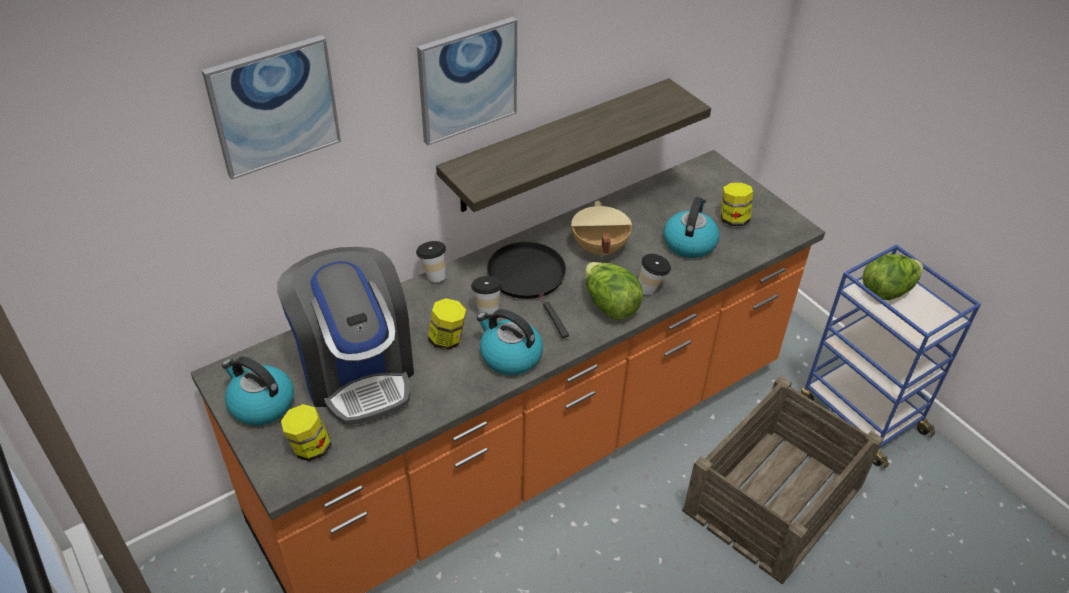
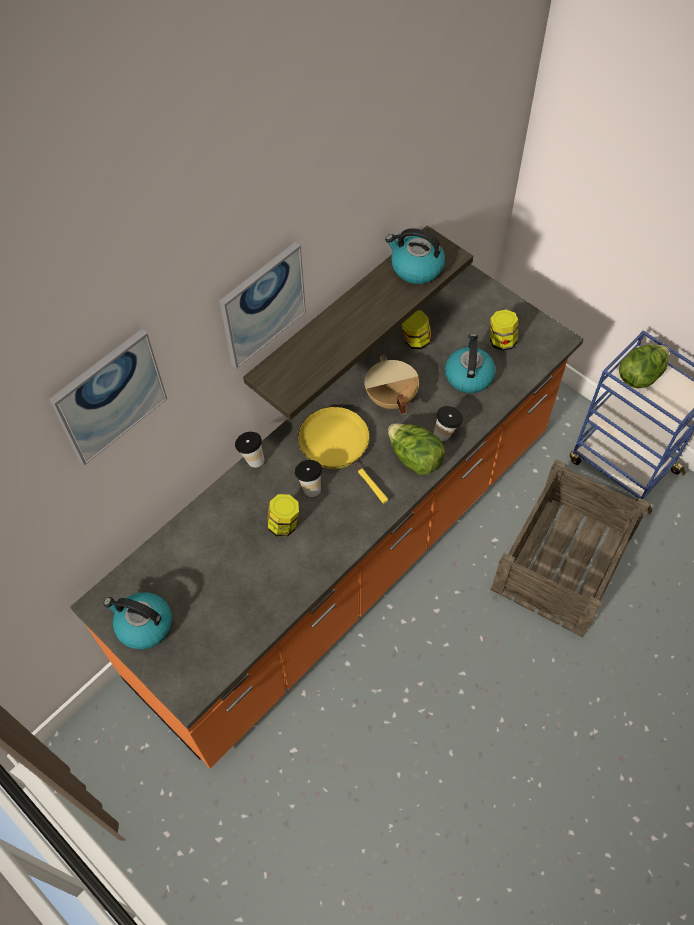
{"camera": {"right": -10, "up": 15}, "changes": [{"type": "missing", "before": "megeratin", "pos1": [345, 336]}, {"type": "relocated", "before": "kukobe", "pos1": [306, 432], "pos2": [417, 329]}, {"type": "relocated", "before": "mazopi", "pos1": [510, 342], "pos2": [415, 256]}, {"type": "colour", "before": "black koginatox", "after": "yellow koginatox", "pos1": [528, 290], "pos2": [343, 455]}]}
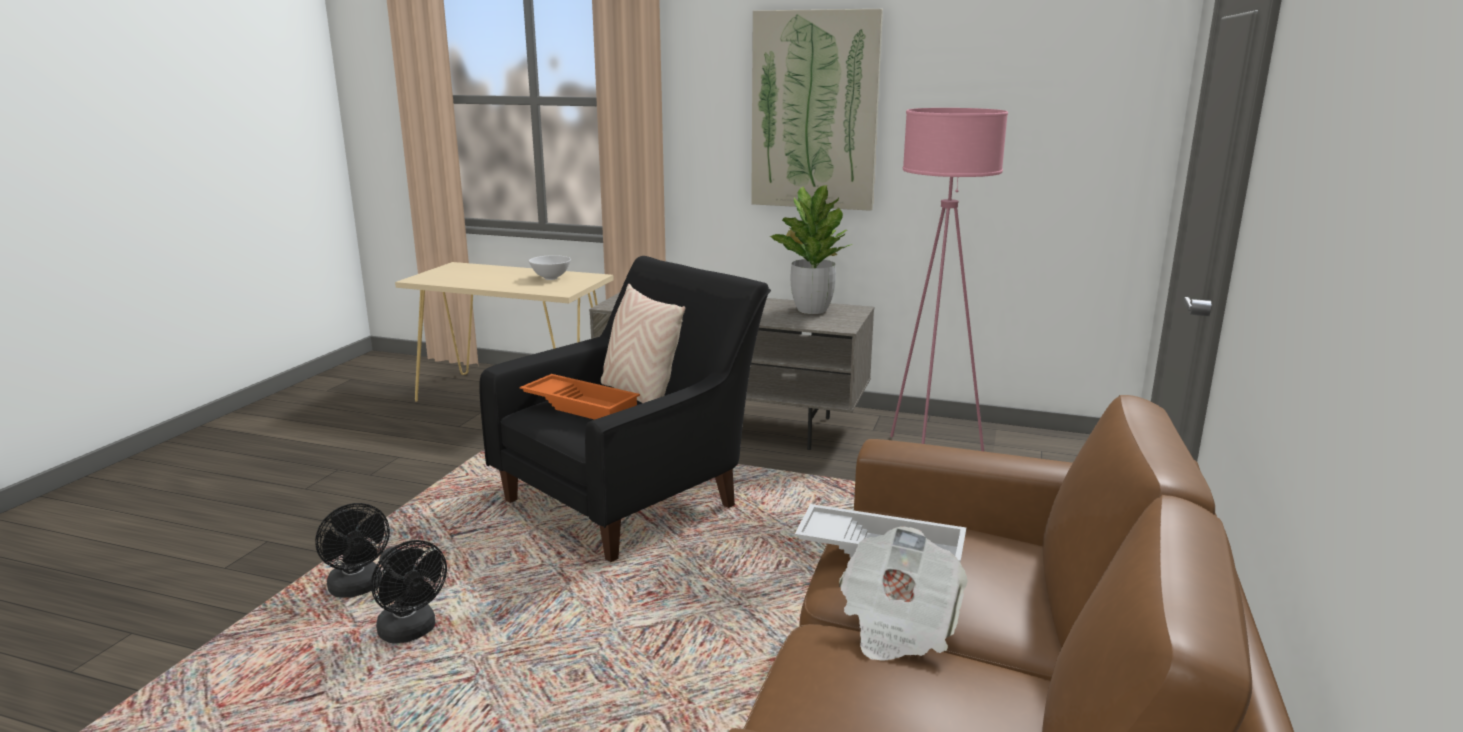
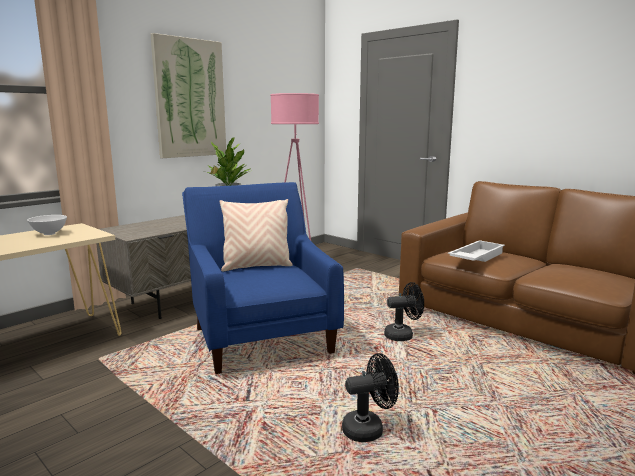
{"camera": {"right": -65, "up": -5}, "changes": [{"type": "missing", "before": "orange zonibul", "pos1": [580, 397]}, {"type": "missing", "before": "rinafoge", "pos1": [903, 594]}, {"type": "relocated", "before": "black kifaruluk", "pos1": [352, 550], "pos2": [404, 311]}, {"type": "colour", "before": "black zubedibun", "after": "blue zubedibun", "pos1": [625, 409], "pos2": [263, 278]}]}
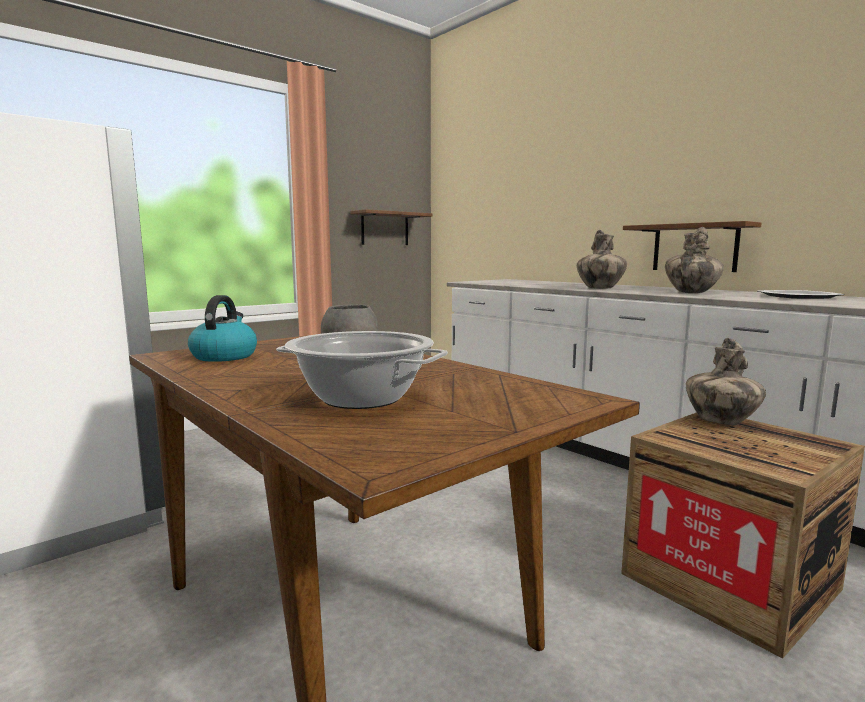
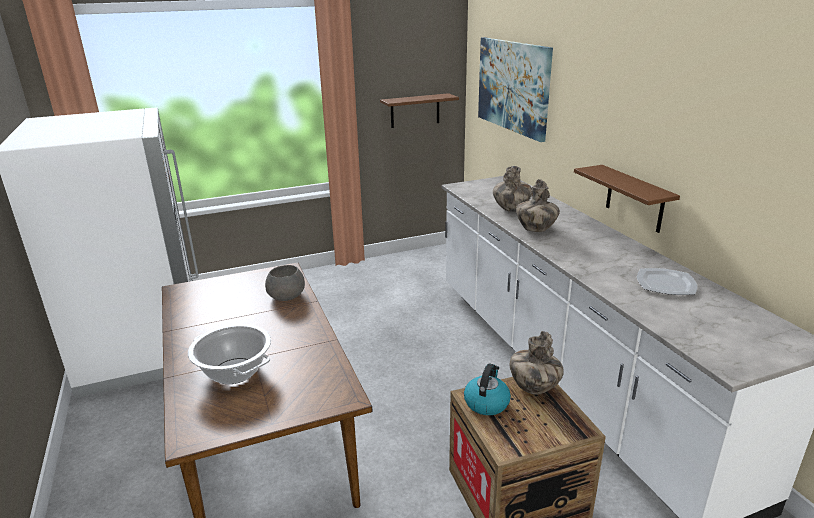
{"camera": {"right": 20, "up": 15}, "changes": [{"type": "appeared", "after": "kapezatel", "pos2": [515, 89]}, {"type": "relocated", "before": "mazopi", "pos1": [222, 328], "pos2": [487, 389]}, {"type": "relocated", "before": "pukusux", "pos1": [694, 260], "pos2": [512, 189]}]}
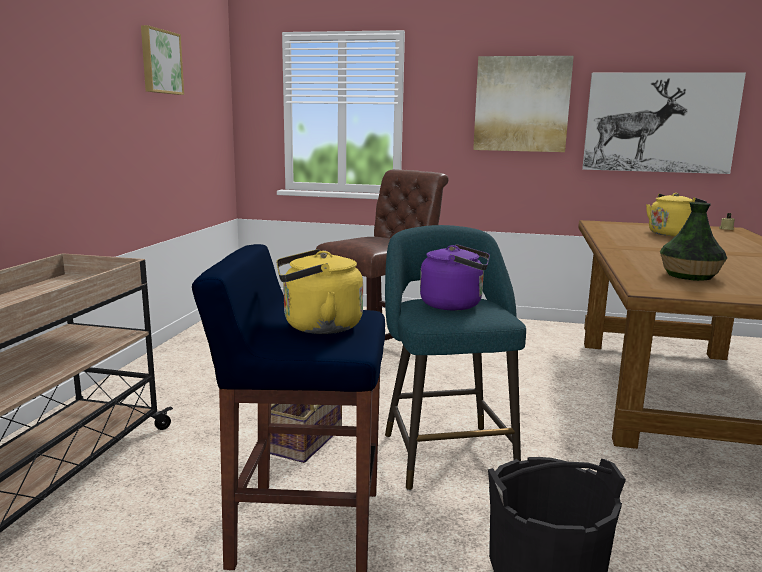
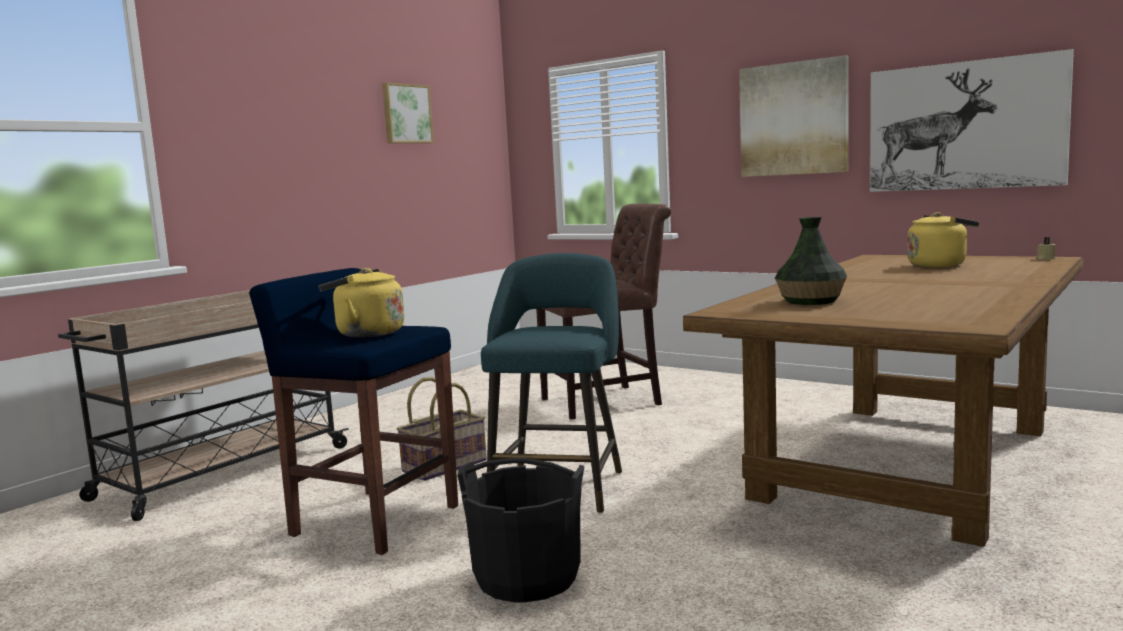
{"camera": {"right": 25, "up": -5}, "changes": [{"type": "missing", "before": "purple mazopi", "pos1": [455, 277]}]}
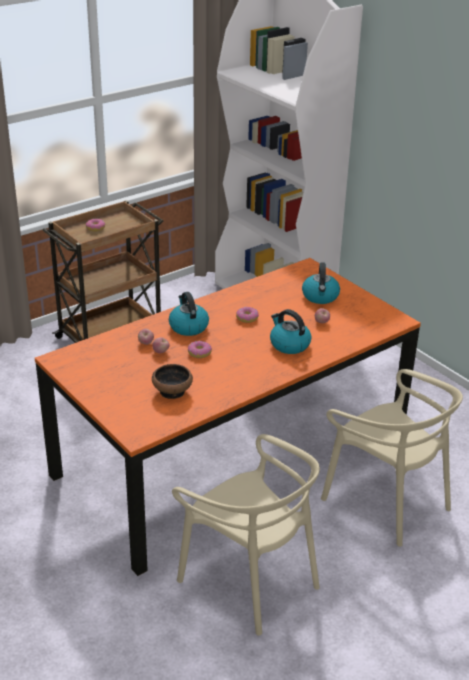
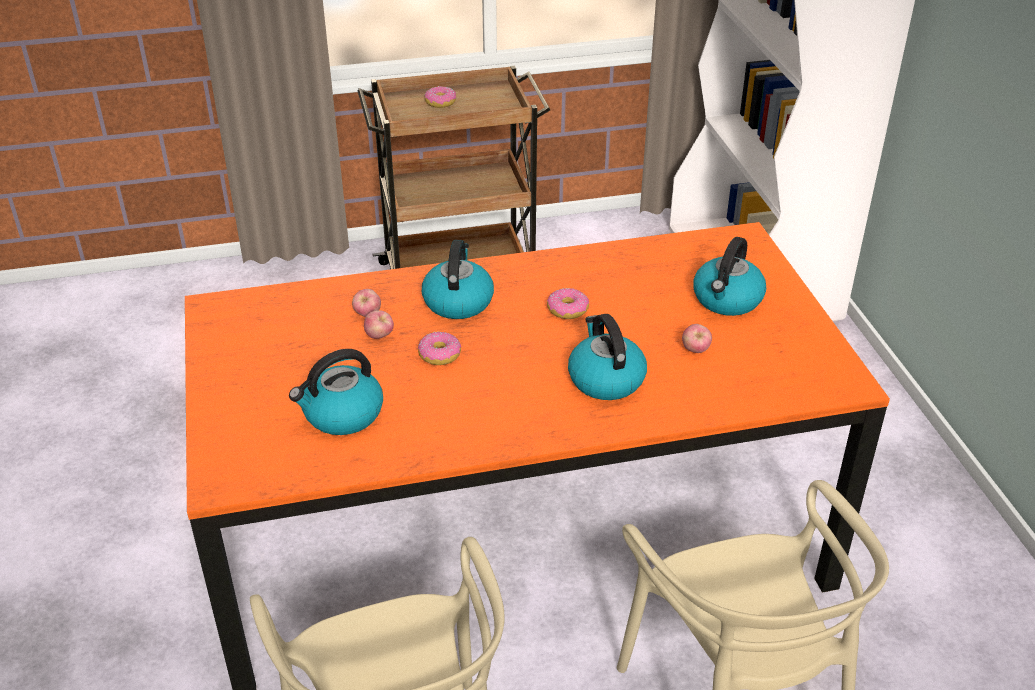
{"camera": {"right": 25, "up": 5}, "changes": [{"type": "exchanged", "before": "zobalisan", "after": "mazopi", "pos1": [172, 381], "pos2": [336, 392]}]}
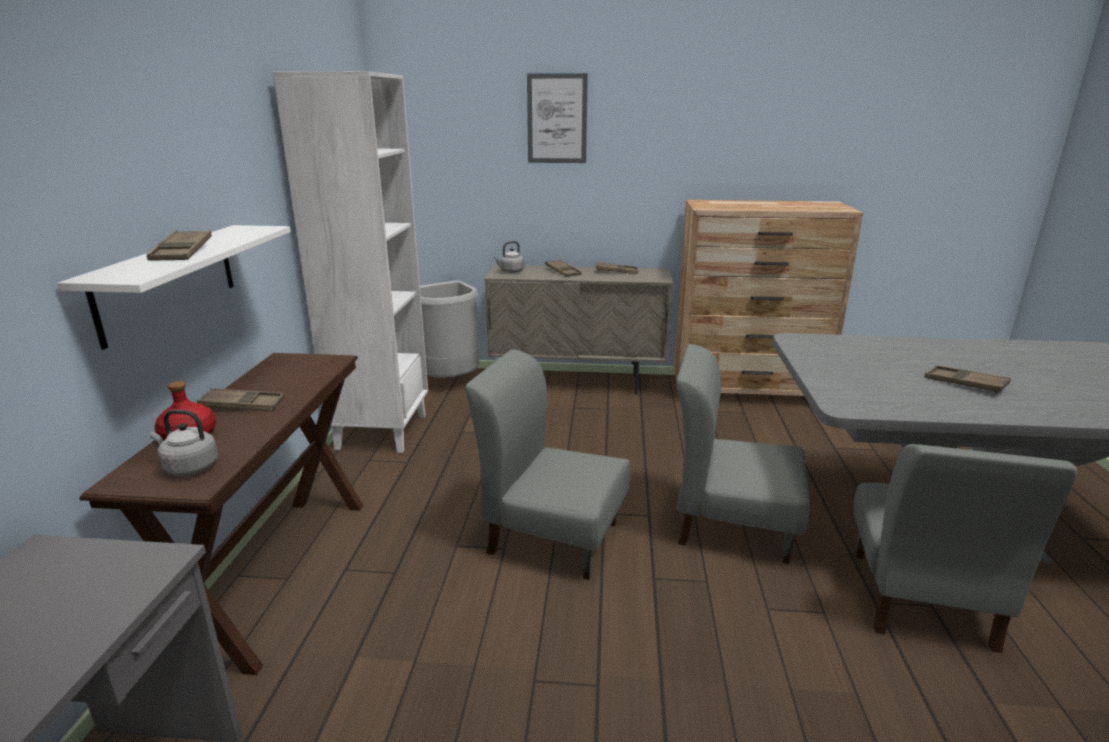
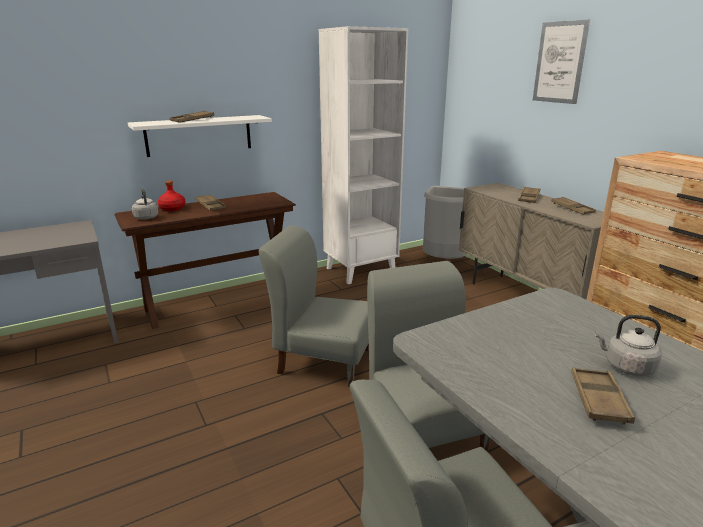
{"camera": {"right": 55, "up": 0}, "changes": [{"type": "relocated", "before": "grey mazopi", "pos1": [509, 257], "pos2": [628, 345]}, {"type": "spun", "before": "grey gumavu", "pos1": [547, 464], "pos2": [314, 306], "turn": -60}]}
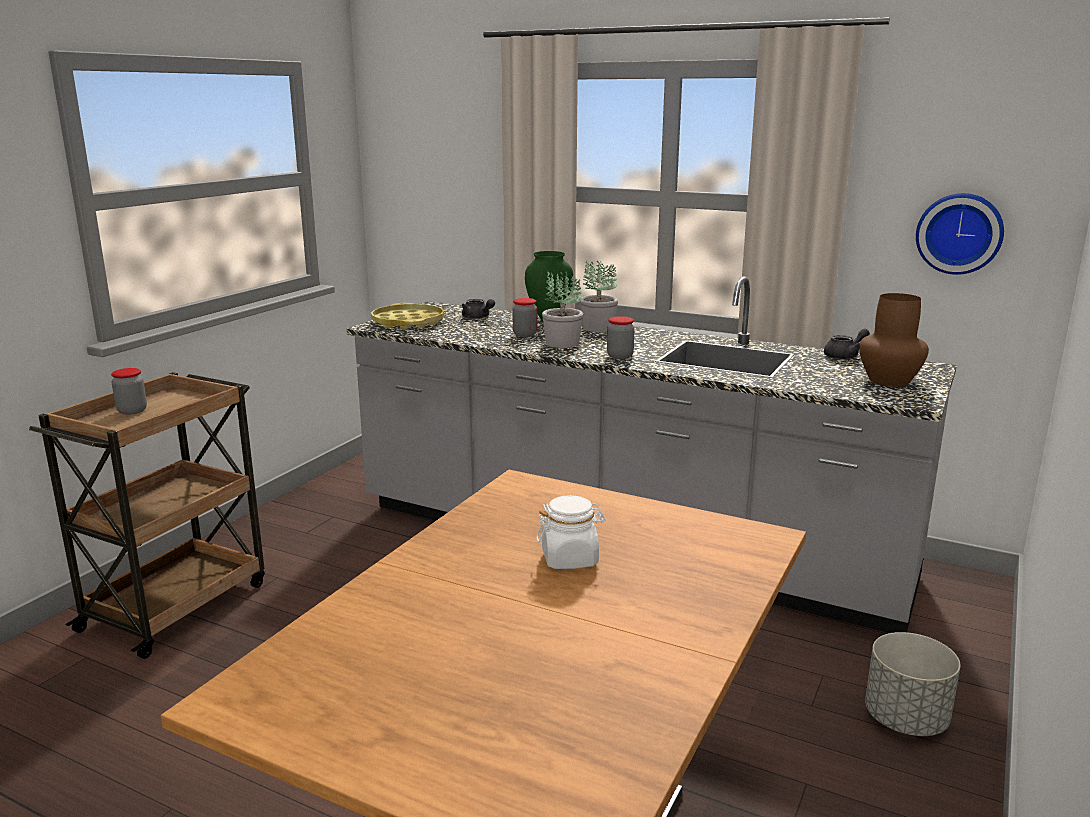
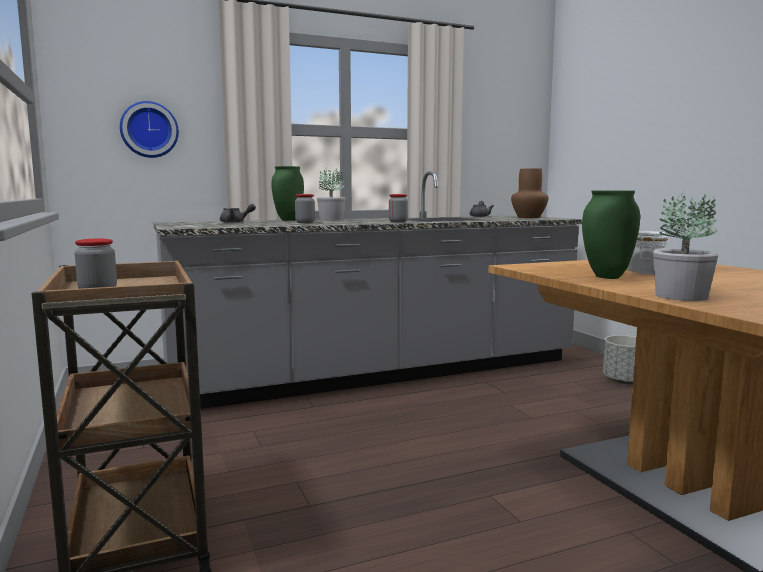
{"camera": {"right": -50, "up": -10}, "changes": [{"type": "missing", "before": "yellow zonibul", "pos1": [407, 316]}, {"type": "appeared", "after": "green pukusux", "pos2": [611, 235]}, {"type": "relocated", "before": "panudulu", "pos1": [562, 309], "pos2": [685, 246]}, {"type": "relocated", "before": "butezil", "pos1": [960, 234], "pos2": [149, 129]}]}
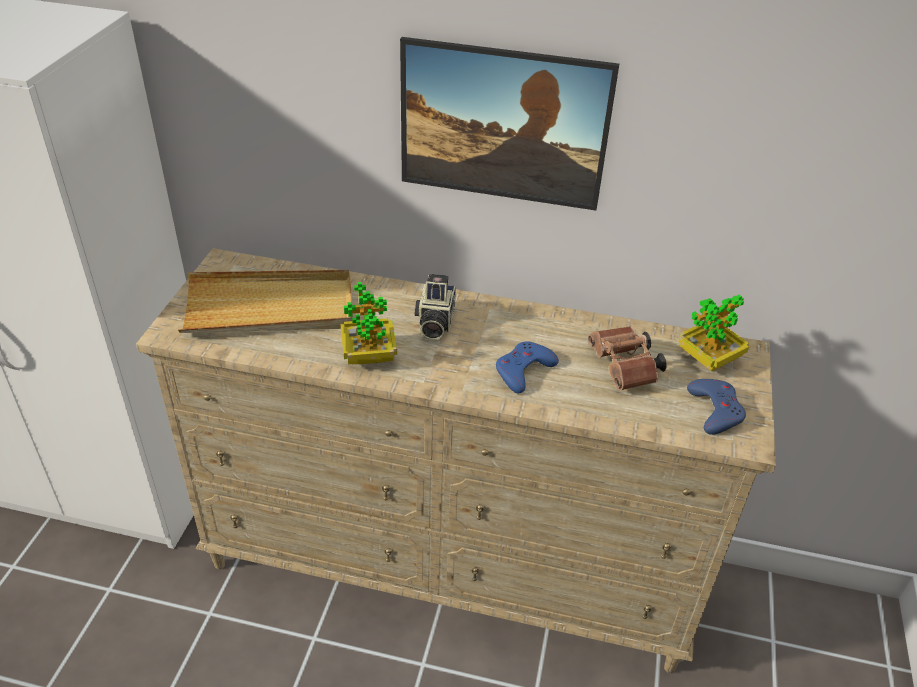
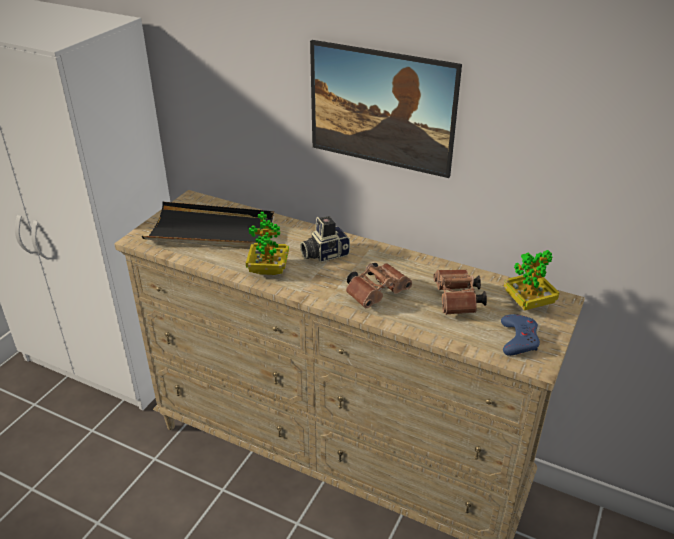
{"camera": {"right": 15, "up": -5}, "changes": [{"type": "exchanged", "before": "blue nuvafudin", "after": "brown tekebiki", "pos1": [527, 367], "pos2": [379, 285]}, {"type": "colour", "before": "beige zonibul", "after": "black zonibul", "pos1": [265, 301], "pos2": [208, 225]}, {"type": "spun", "before": "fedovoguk", "pos1": [435, 307], "pos2": [325, 239], "turn": 45}]}
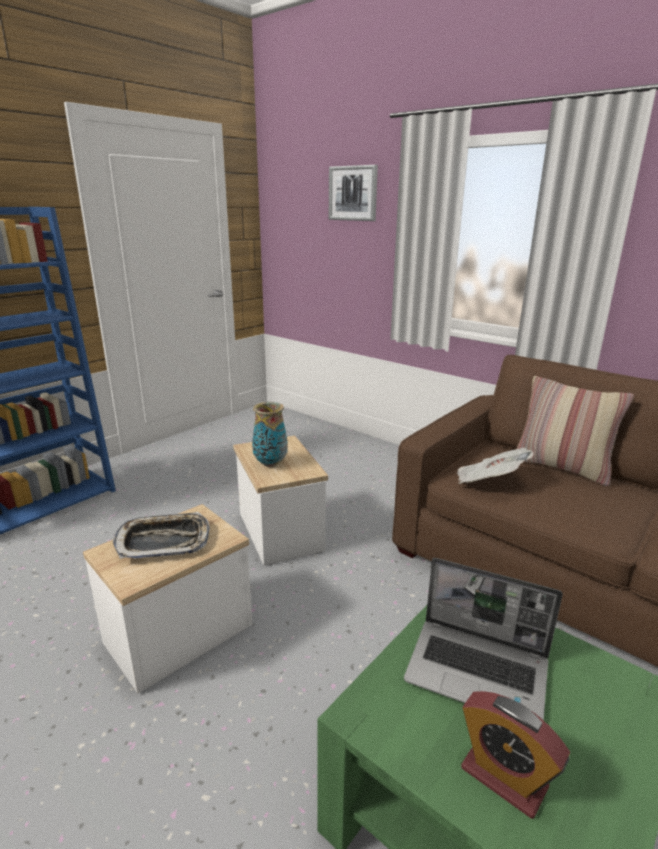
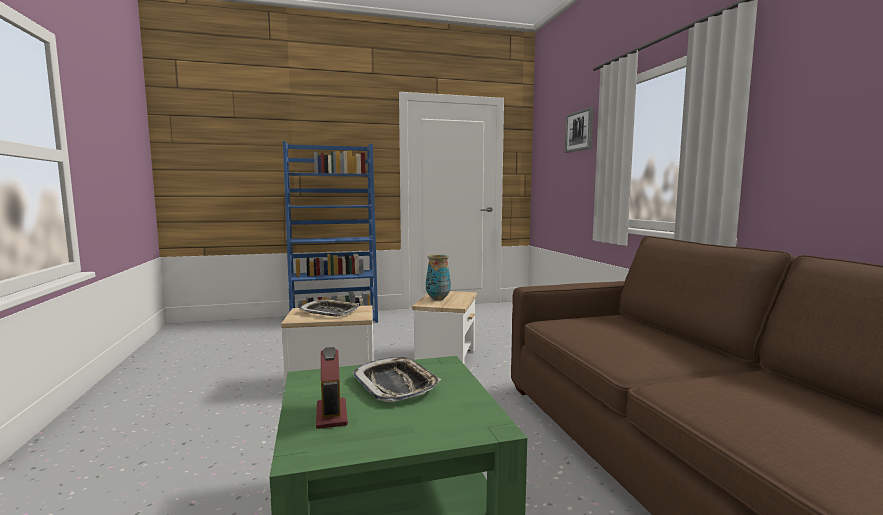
{"camera": {"right": 35, "up": -15}, "changes": [{"type": "missing", "before": "rinafoge", "pos1": [495, 466]}, {"type": "missing", "before": "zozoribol", "pos1": [575, 431]}, {"type": "exchanged", "before": "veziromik", "after": "zonibul", "pos1": [483, 639], "pos2": [397, 379]}]}
